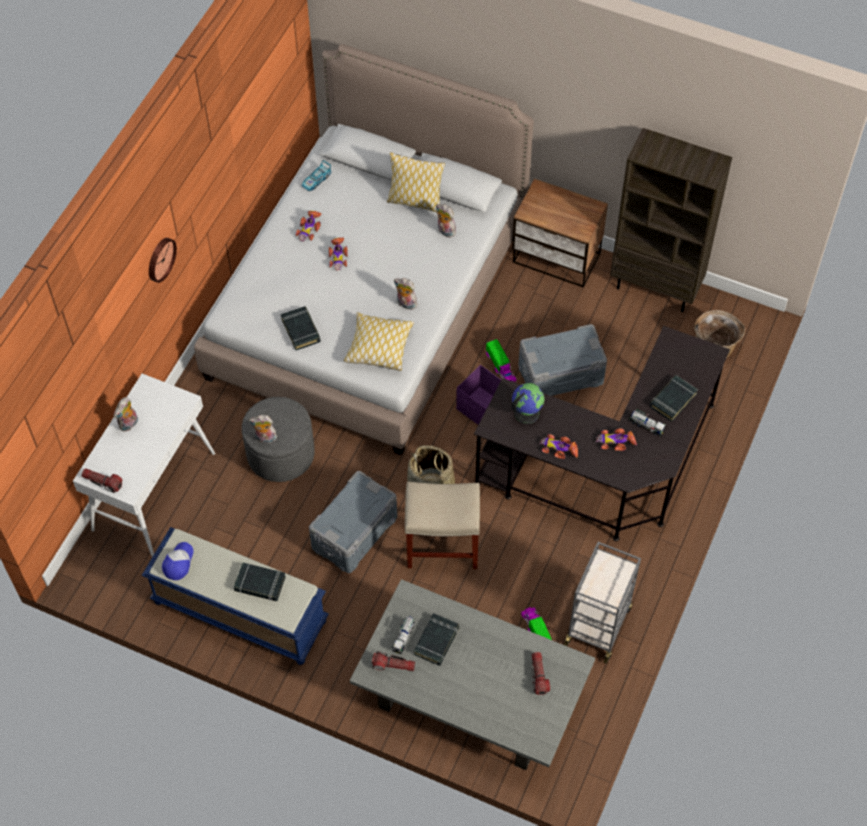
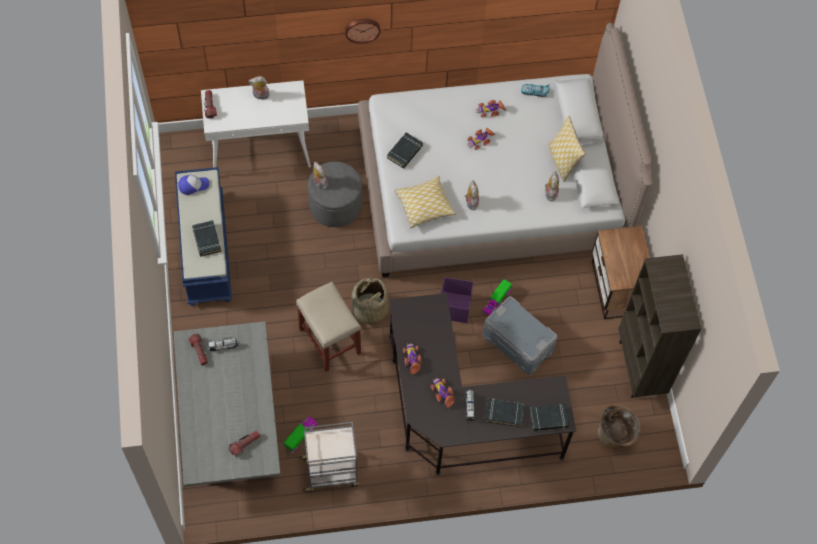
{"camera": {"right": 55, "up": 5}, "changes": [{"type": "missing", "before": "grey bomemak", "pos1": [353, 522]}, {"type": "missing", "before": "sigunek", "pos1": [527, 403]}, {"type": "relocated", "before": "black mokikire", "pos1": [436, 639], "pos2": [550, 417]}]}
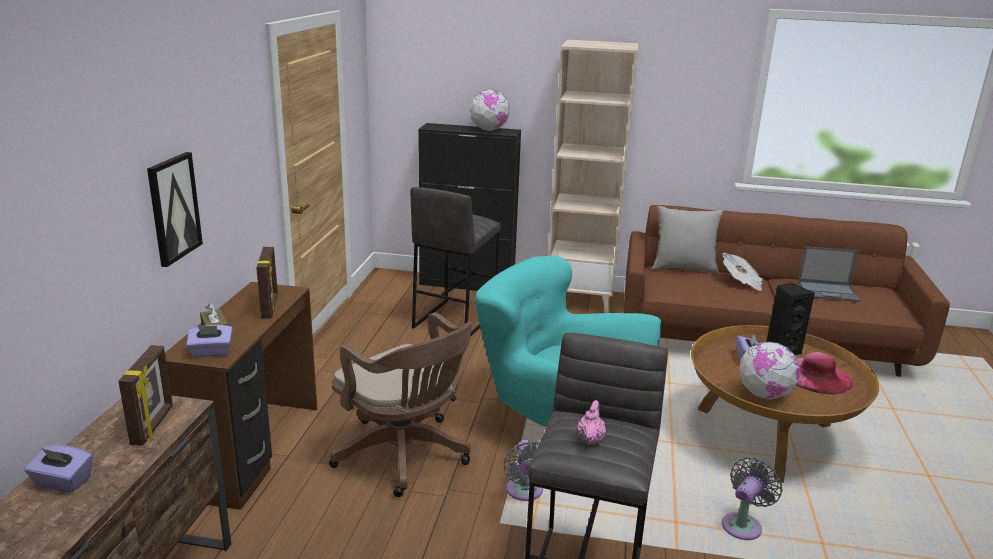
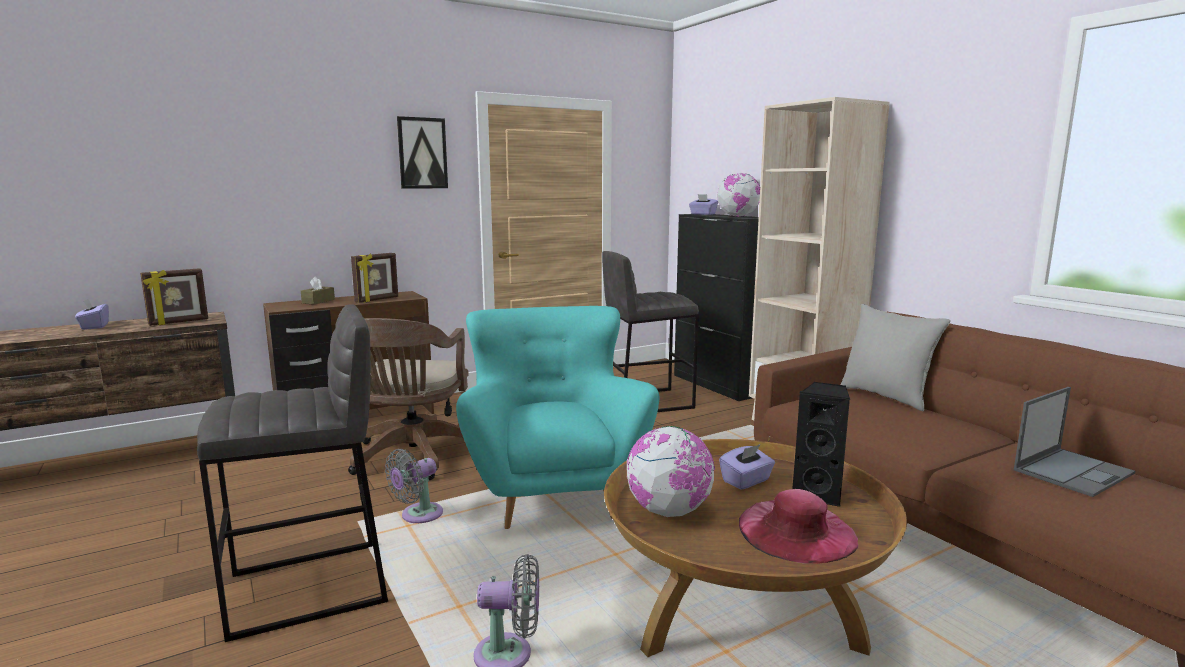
{"camera": {"right": 50, "up": -10}, "changes": [{"type": "missing", "before": "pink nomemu", "pos1": [591, 422]}, {"type": "missing", "before": "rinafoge", "pos1": [743, 272]}, {"type": "relocated", "before": "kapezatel", "pos1": [175, 209], "pos2": [422, 152]}, {"type": "relocated", "before": "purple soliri", "pos1": [209, 341], "pos2": [703, 204]}, {"type": "spun", "before": "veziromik", "pos1": [828, 274], "pos2": [1074, 442], "turn": -90}]}
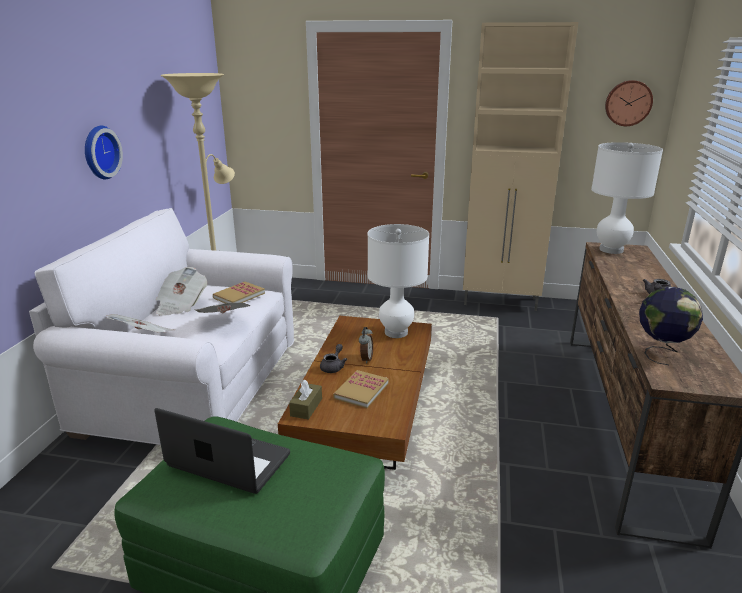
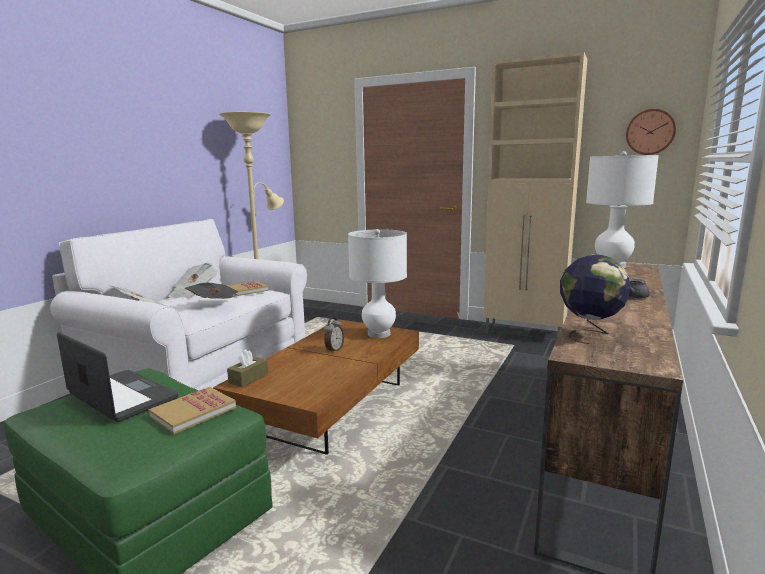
{"camera": {"right": 15, "up": -10}, "changes": [{"type": "missing", "before": "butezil", "pos1": [104, 152]}, {"type": "missing", "before": "grey nomemu", "pos1": [333, 358]}, {"type": "relocated", "before": "mokikire", "pos1": [361, 389], "pos2": [192, 410]}]}
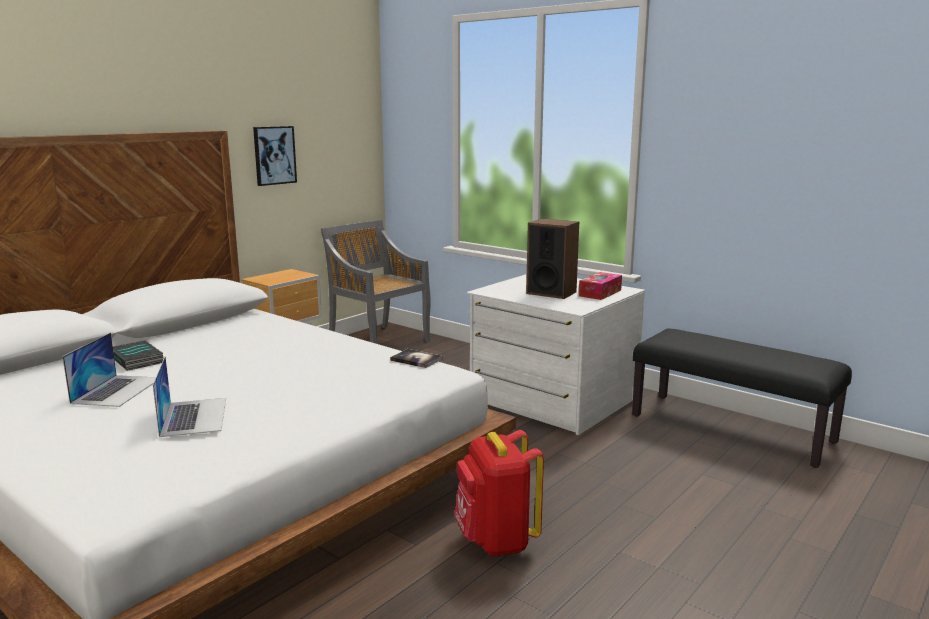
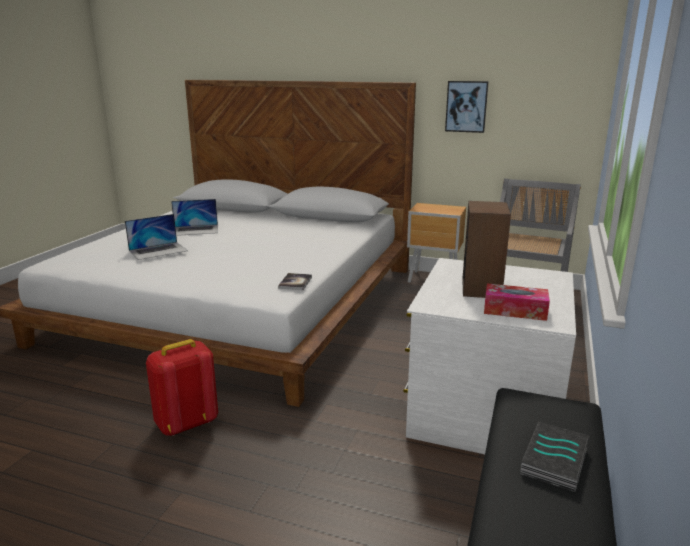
{"camera": {"right": 70, "up": 5}, "changes": [{"type": "relocated", "before": "mokikire", "pos1": [138, 355], "pos2": [554, 457]}]}
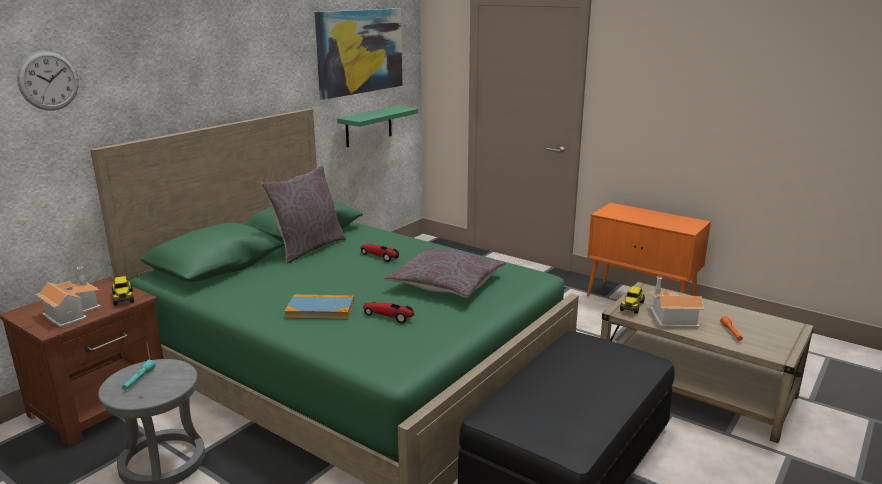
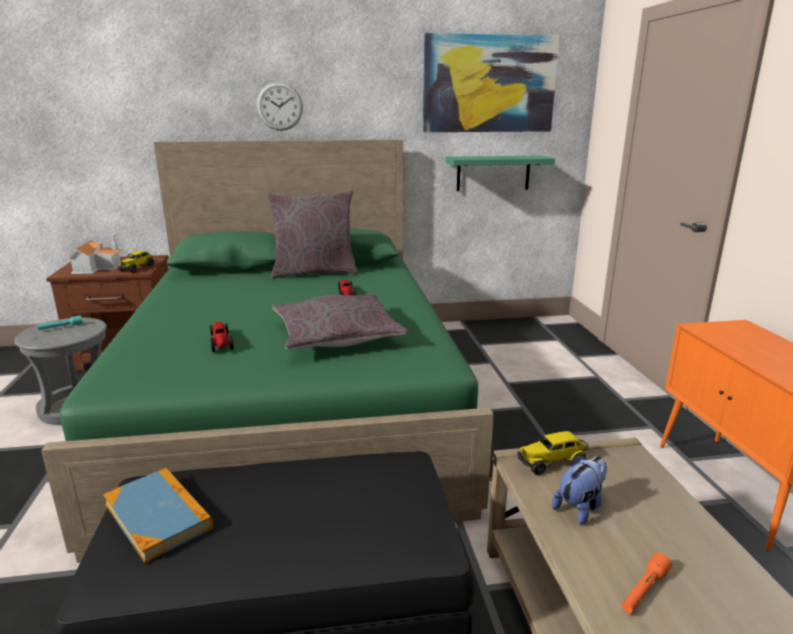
{"camera": {"right": 45, "up": 0}, "changes": [{"type": "relocated", "before": "butezil", "pos1": [48, 81], "pos2": [279, 106]}, {"type": "relocated", "before": "mokikire", "pos1": [319, 307], "pos2": [158, 515]}, {"type": "exchanged", "before": "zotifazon", "after": "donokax", "pos1": [677, 302], "pos2": [579, 490]}]}
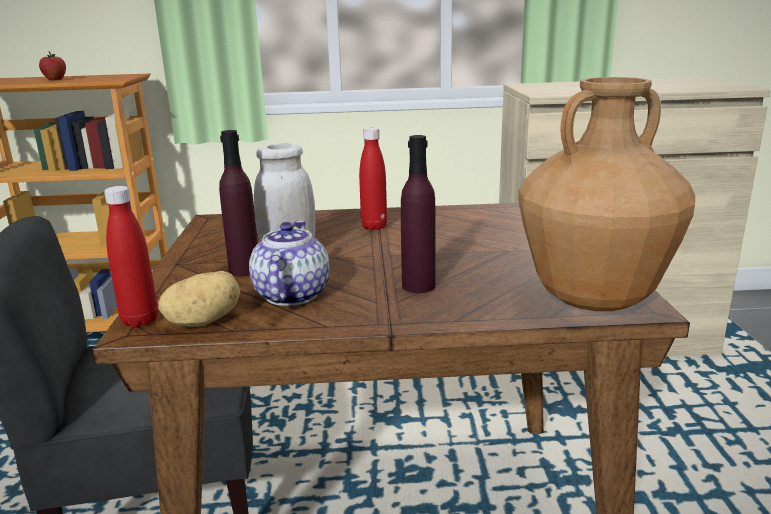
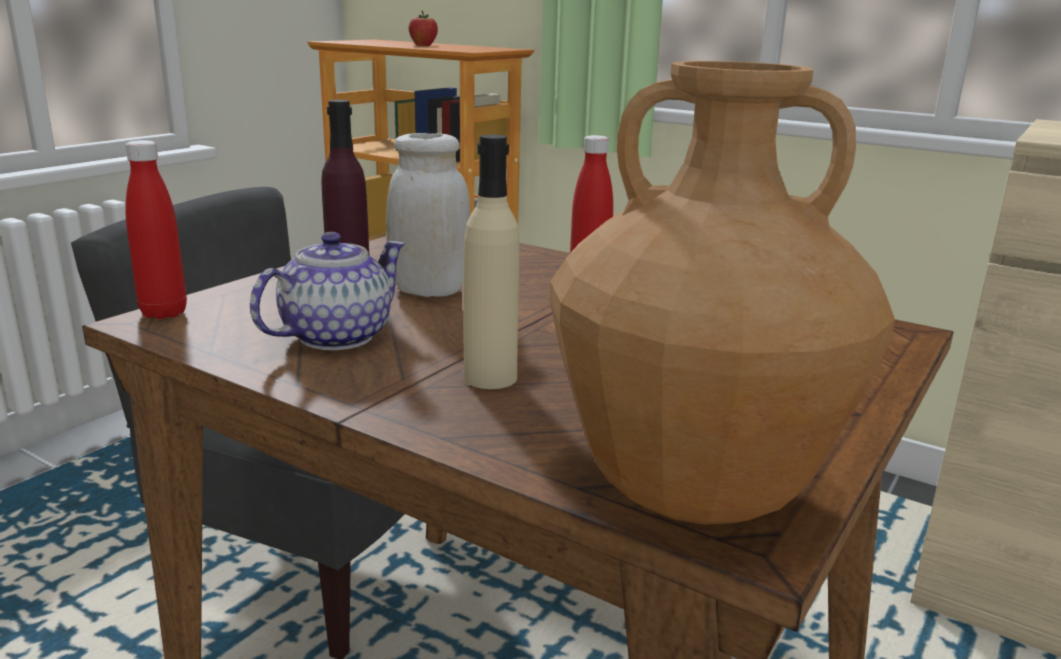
{"camera": {"right": 35, "up": 0}, "changes": [{"type": "missing", "before": "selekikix", "pos1": [199, 299]}, {"type": "colour", "before": "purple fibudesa", "after": "beige fibudesa", "pos1": [418, 214], "pos2": [491, 261]}]}
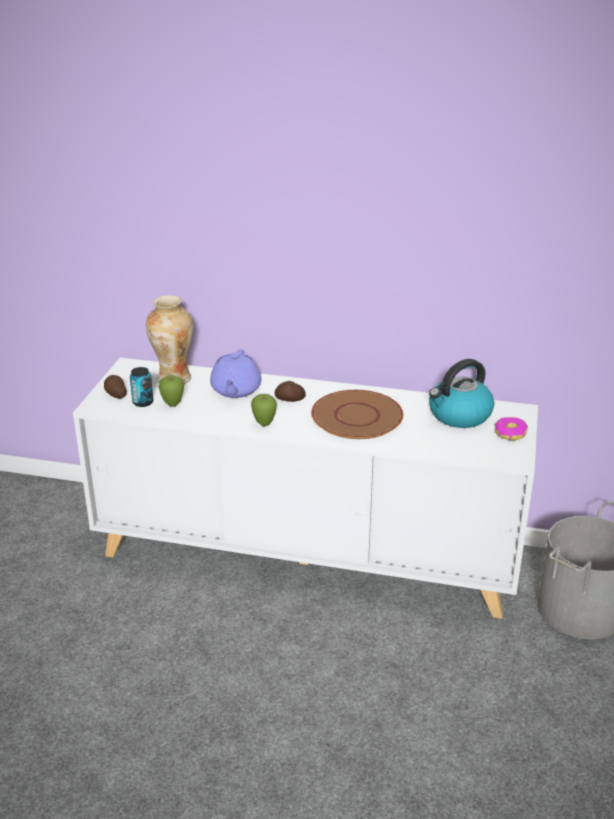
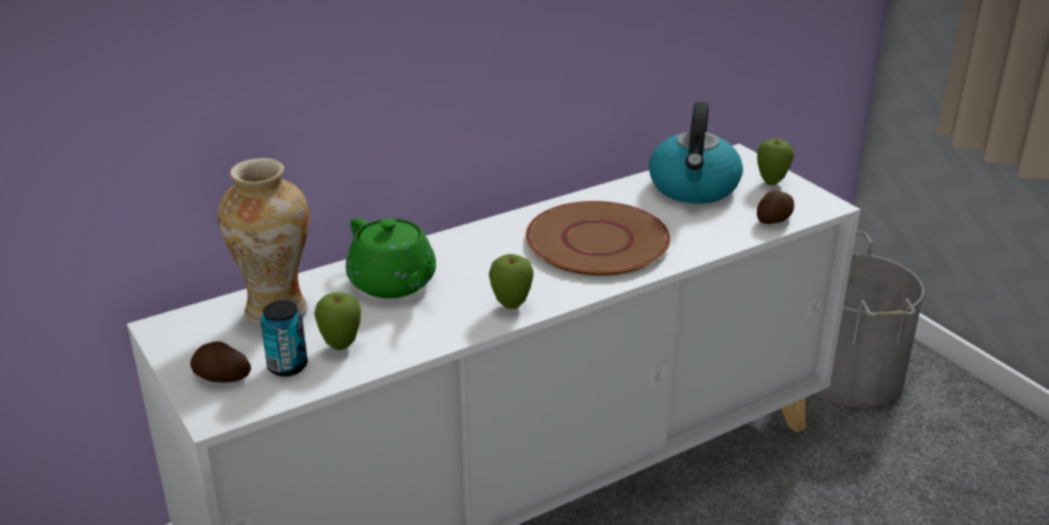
{"camera": {"right": -45, "up": 0}, "changes": [{"type": "relocated", "before": "selekikix", "pos1": [290, 391], "pos2": [775, 207]}, {"type": "exchanged", "before": "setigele", "after": "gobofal", "pos1": [511, 428], "pos2": [775, 161]}, {"type": "colour", "before": "purple nomemu", "after": "green nomemu", "pos1": [235, 373], "pos2": [391, 258]}]}
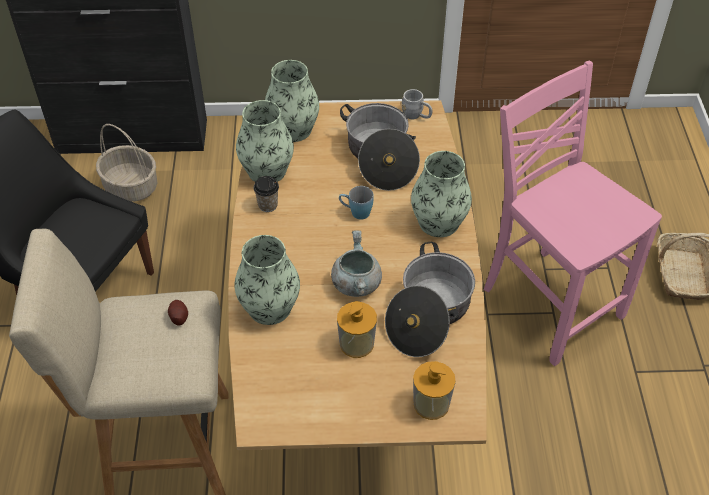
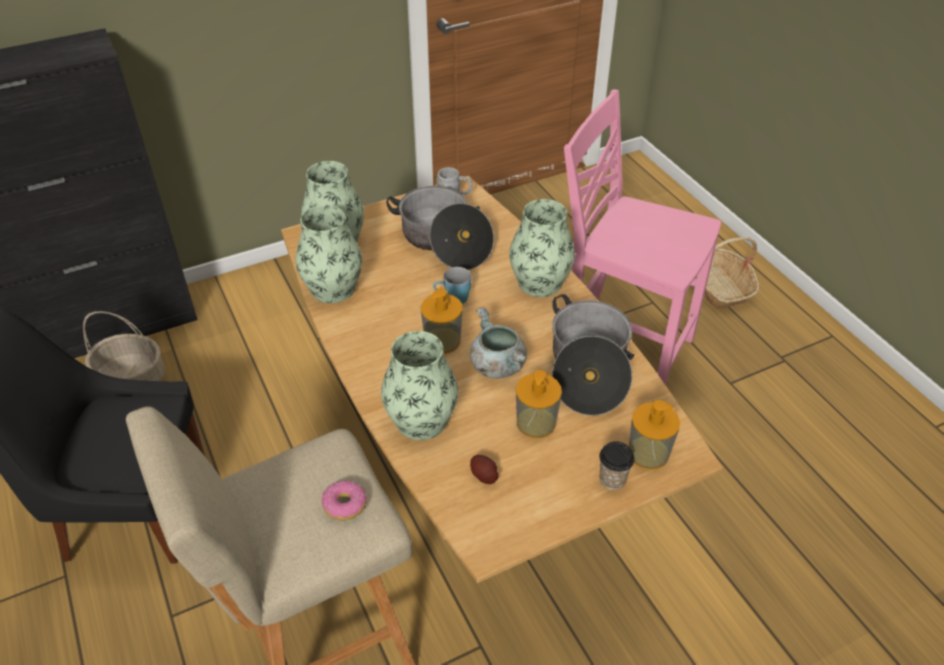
{"camera": {"right": -25, "up": -5}, "changes": [{"type": "appeared", "after": "setigele", "pos2": [344, 500]}, {"type": "appeared", "after": "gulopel", "pos2": [442, 321]}, {"type": "relocated", "before": "selekikix", "pos1": [178, 312], "pos2": [484, 469]}, {"type": "relocated", "before": "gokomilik", "pos1": [266, 194], "pos2": [617, 465]}]}
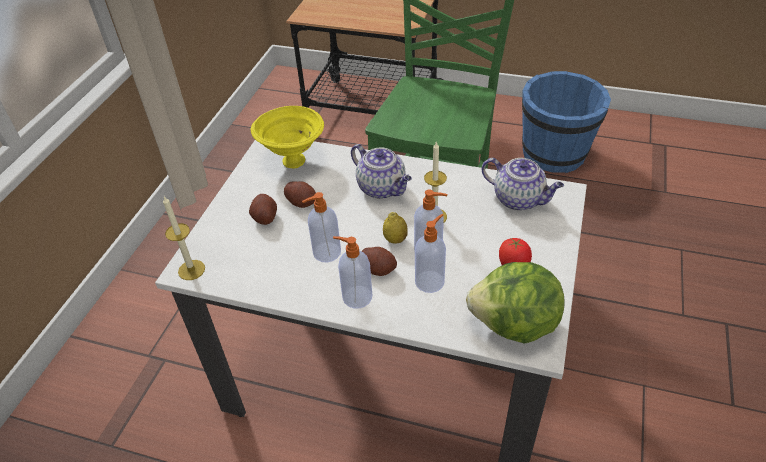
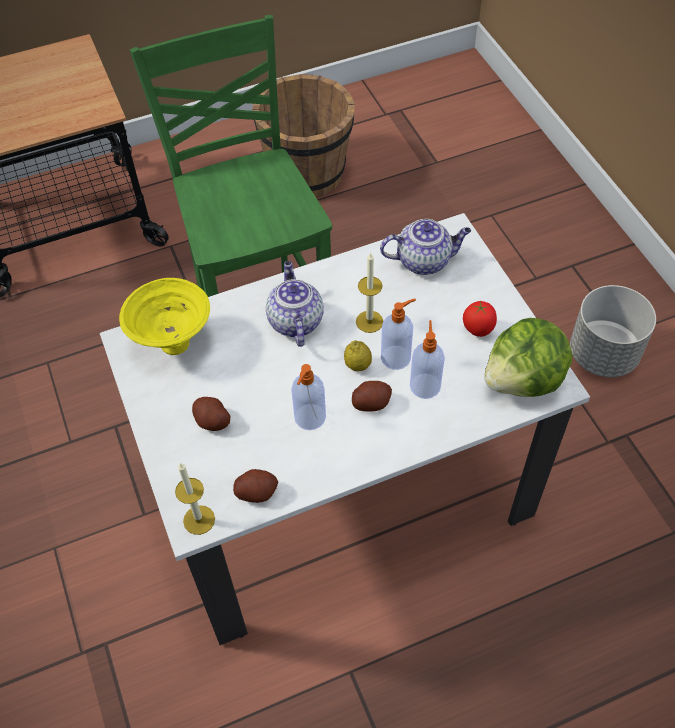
{"camera": {"right": -40, "up": 10}, "changes": [{"type": "missing", "before": "gulopel", "pos1": [352, 272]}, {"type": "appeared", "after": "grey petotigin", "pos2": [613, 331]}, {"type": "relocated", "before": "selekikix", "pos1": [300, 194], "pos2": [255, 486]}, {"type": "colour", "before": "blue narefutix", "after": "brown narefutix", "pos1": [566, 122], "pos2": [303, 135]}, {"type": "spun", "before": "nomemu", "pos1": [381, 171], "pos2": [295, 304], "turn": -105}]}
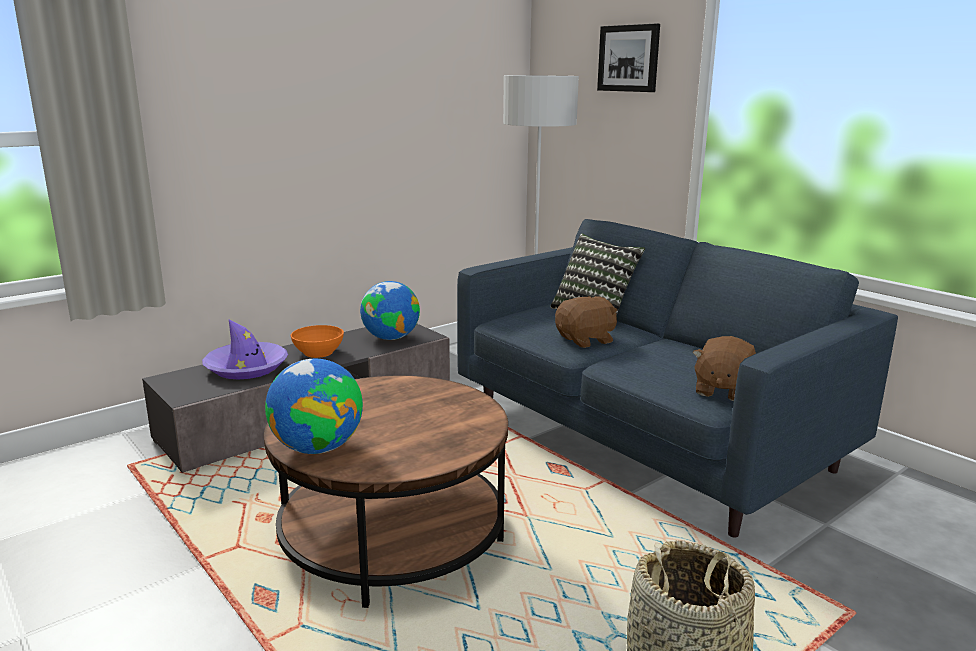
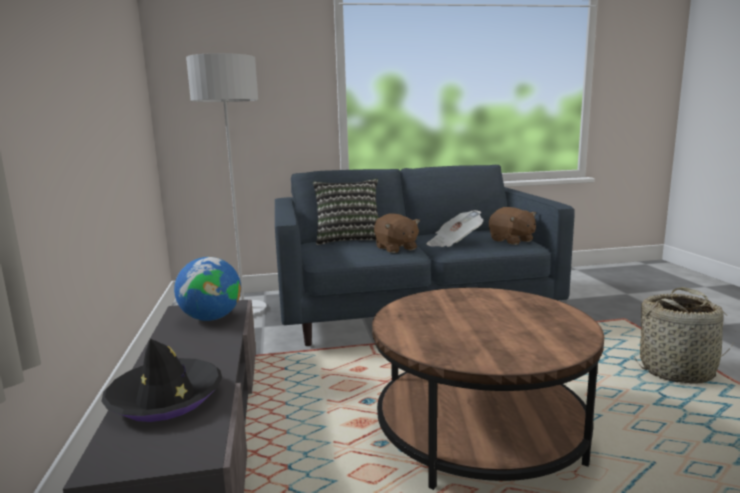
{"camera": {"right": -60, "up": -5}, "changes": [{"type": "missing", "before": "sigunek", "pos1": [314, 406]}, {"type": "missing", "before": "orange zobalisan", "pos1": [317, 341]}, {"type": "missing", "before": "kapezatel", "pos1": [628, 57]}, {"type": "appeared", "after": "rinafoge", "pos2": [454, 228]}, {"type": "colour", "before": "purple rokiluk", "after": "black rokiluk", "pos1": [245, 349], "pos2": [161, 380]}, {"type": "spun", "before": "brown donokax", "pos1": [586, 322], "pos2": [397, 233], "turn": 150}]}
